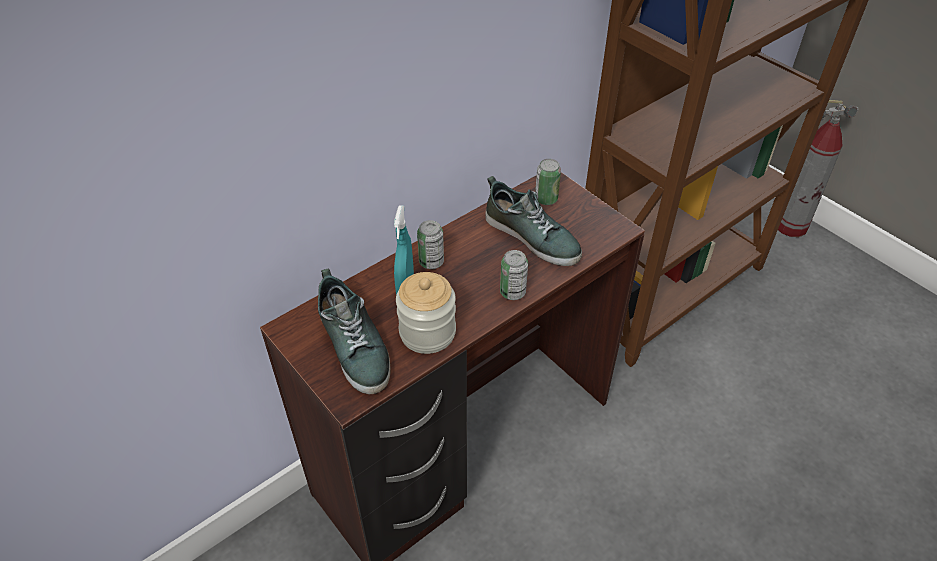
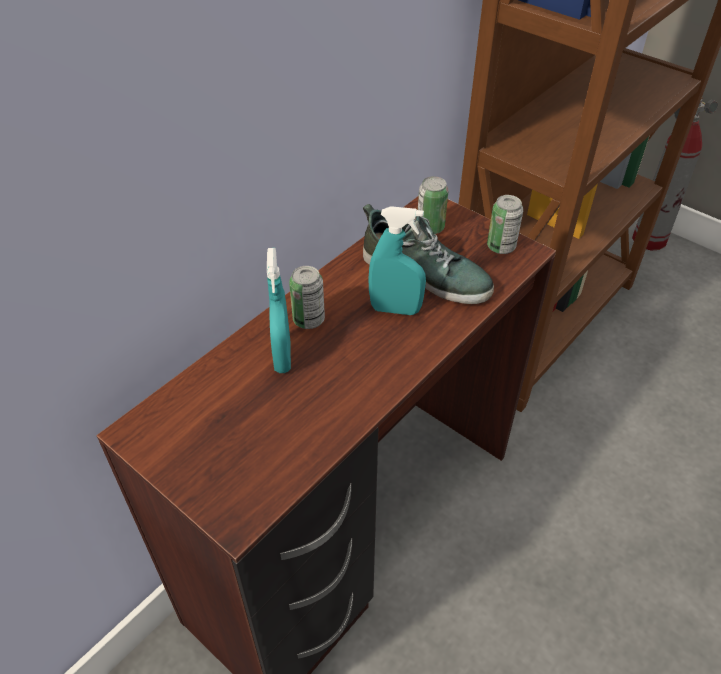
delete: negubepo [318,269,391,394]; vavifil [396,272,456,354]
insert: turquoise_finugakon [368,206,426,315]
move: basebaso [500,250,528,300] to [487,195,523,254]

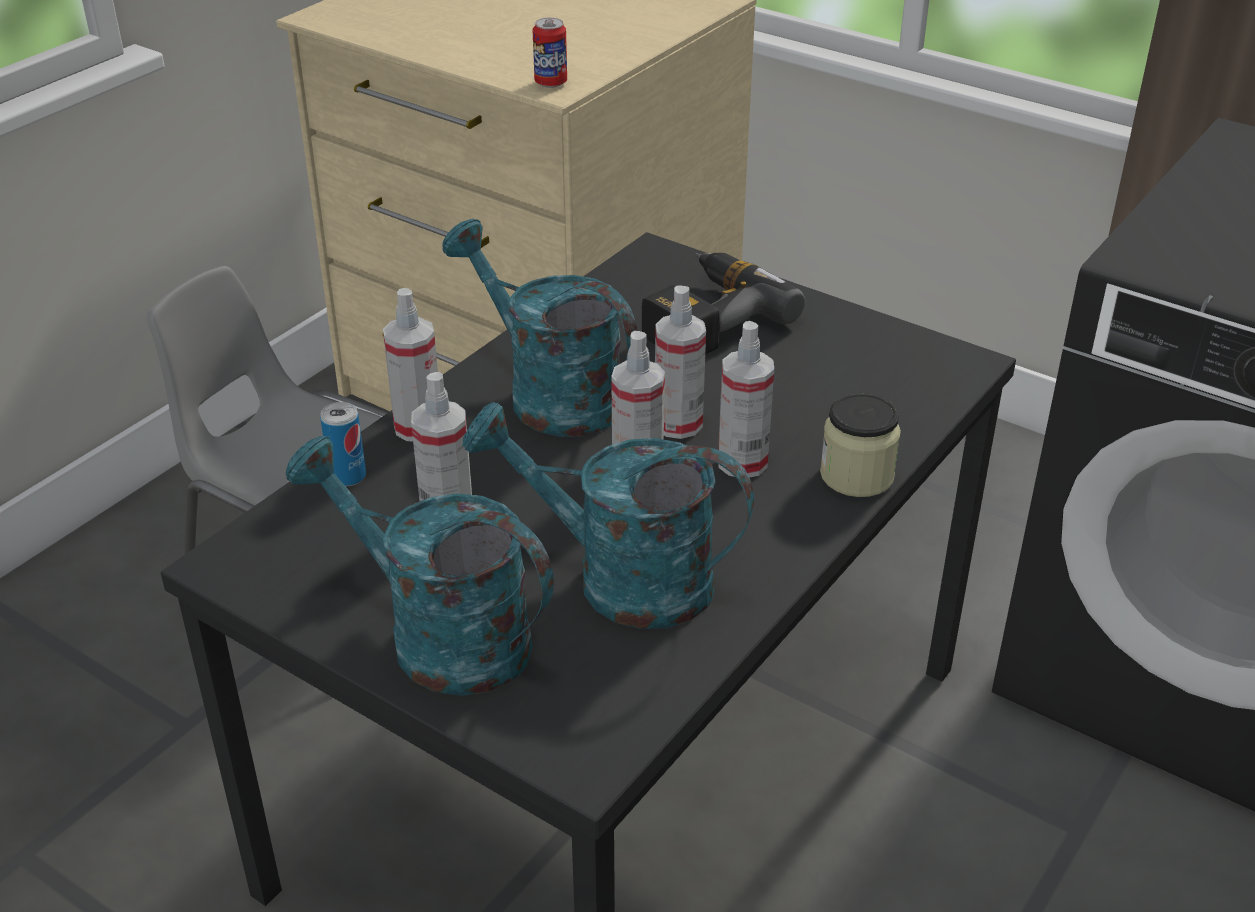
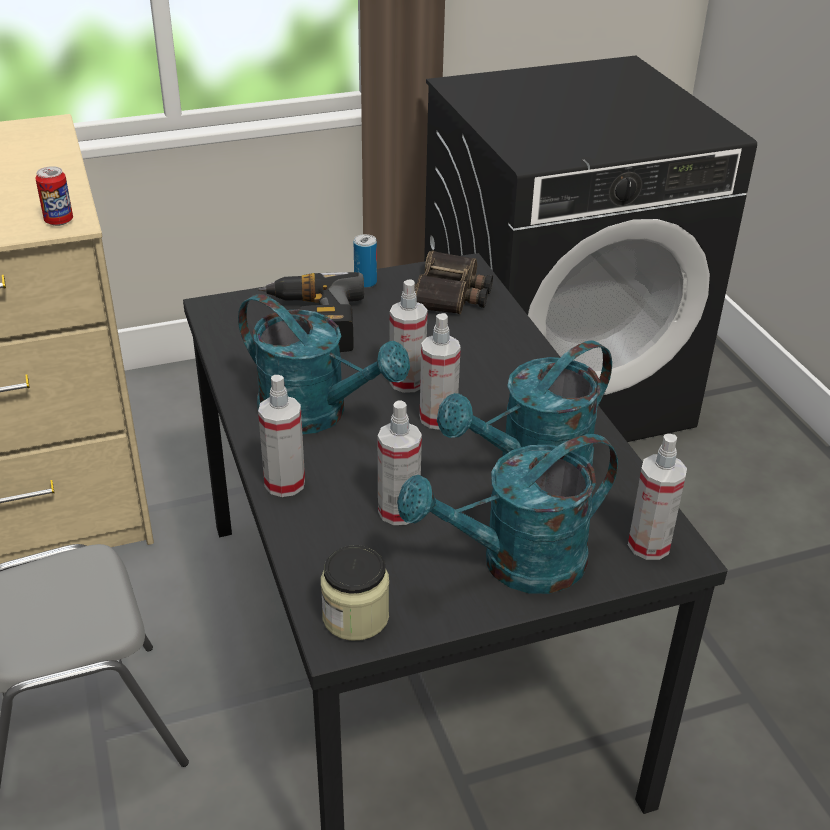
insert: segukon [415,250,493,314]
move: finugakon [718,321,774,478] to [628,434,687,560]; vavifil [820,394,901,497] to [321,545,389,641]; basebaso [320,402,366,486] to [354,234,377,288]
rotate: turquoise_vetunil [442,219,638,436] = [238,294,410,434] 135 degrees counterclockwise

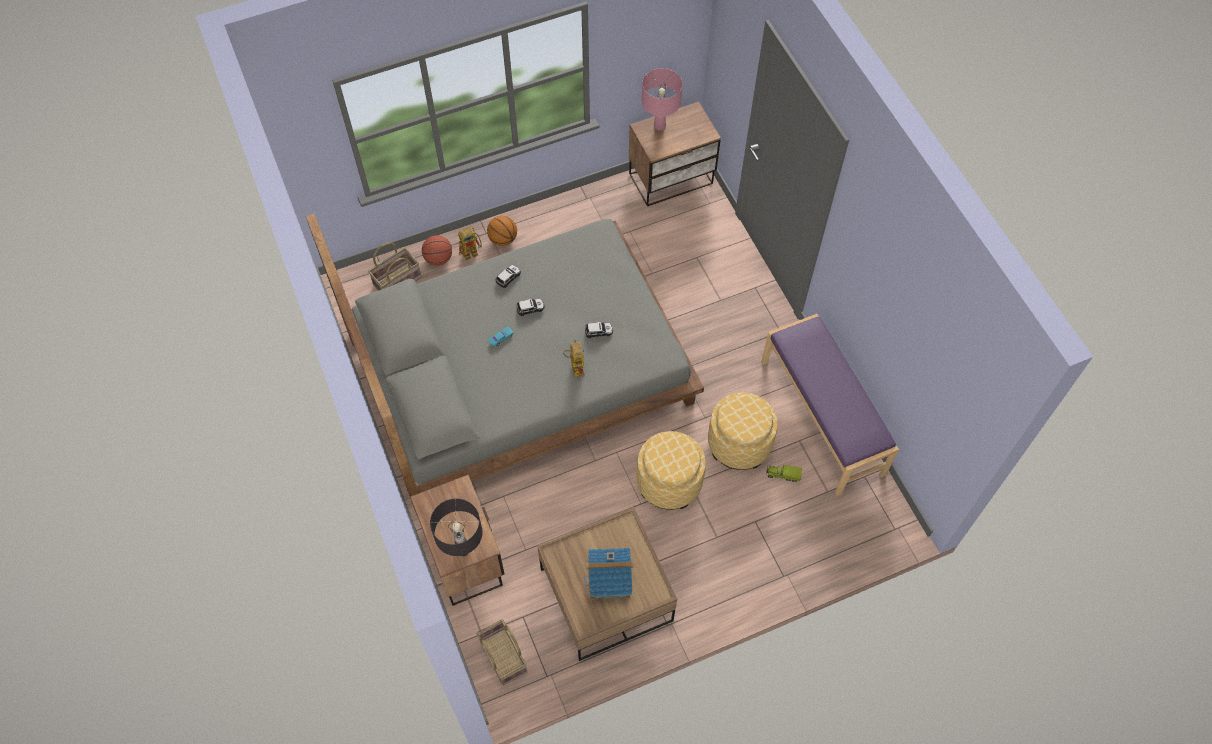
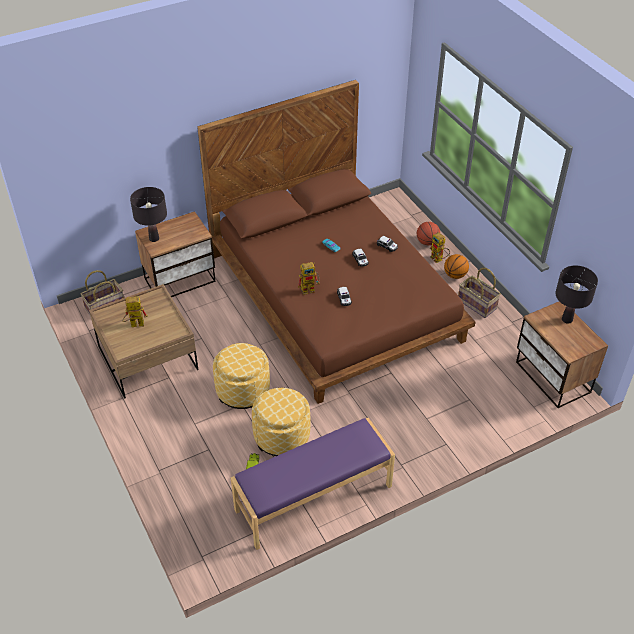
move: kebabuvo [368,242,421,291] to [458,268,501,318]
replace: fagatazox [584,548,633,600] to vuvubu [122,296,148,327]
recolor: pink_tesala [642,68,682,131] to black_tesala [555,265,598,324]; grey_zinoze [306,214,704,515] to brown_zinoze [197,80,475,404]

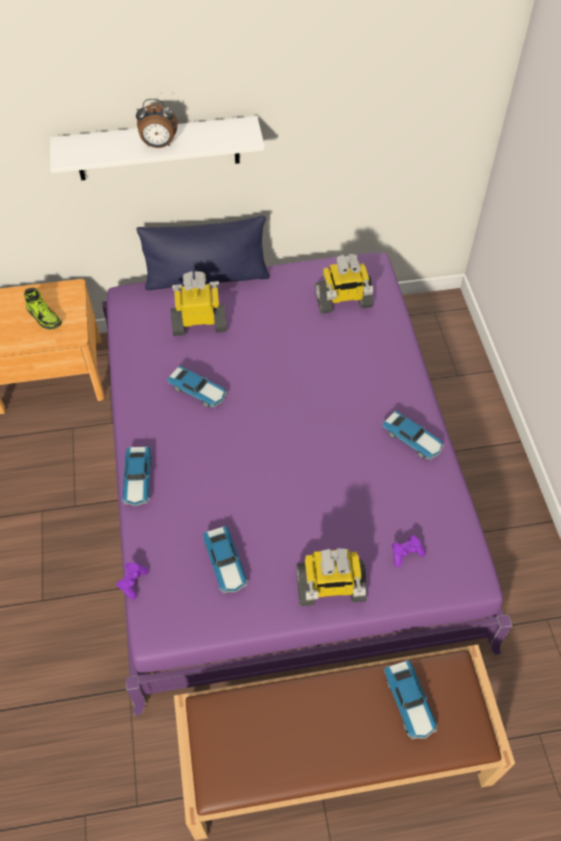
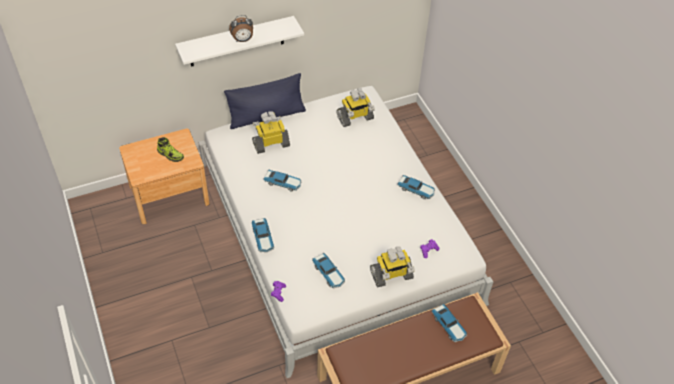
recolor: purple_zinoze [102,253,512,716] to white_zinoze [198,86,493,378]

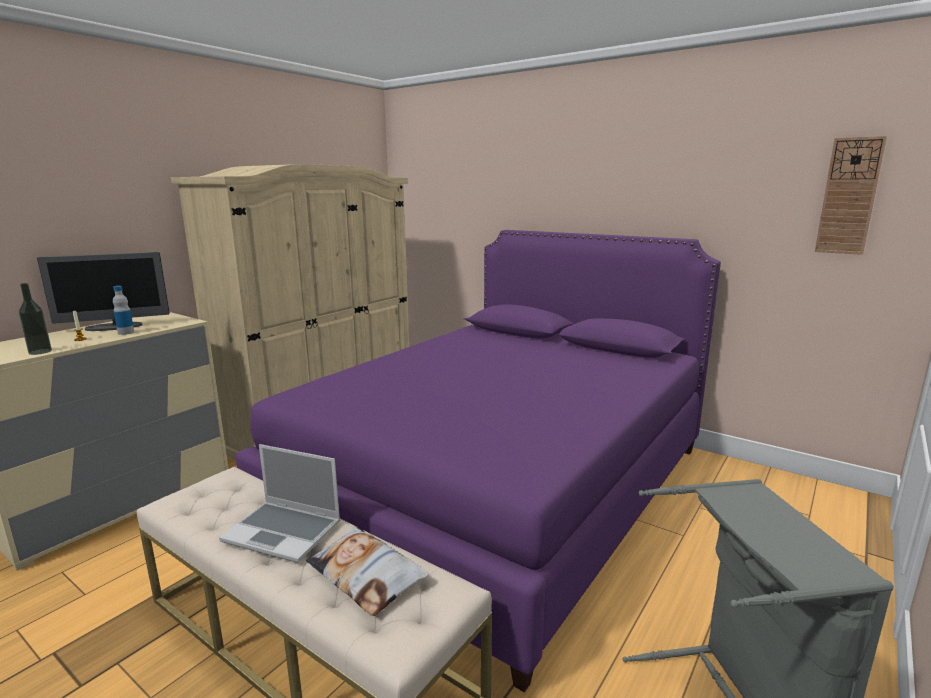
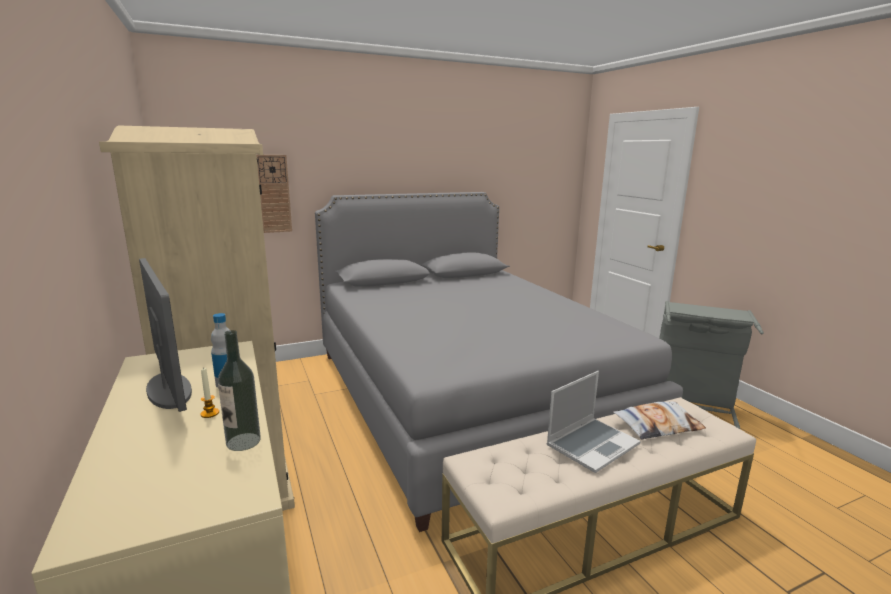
move: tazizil [815,136,887,255] to [256,155,292,233]
recolor: purple_zinoze [236,230,721,692] to grey_zinoze [315,192,683,532]
rotate: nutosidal [37,252,170,331] = [139,258,192,412] 45 degrees counterclockwise

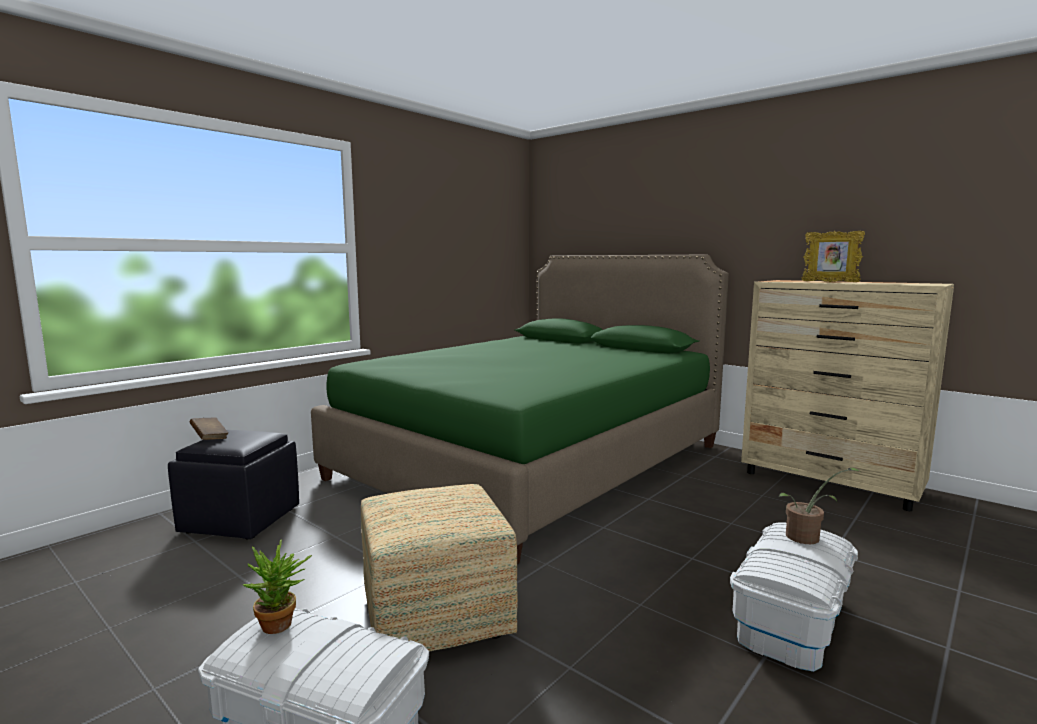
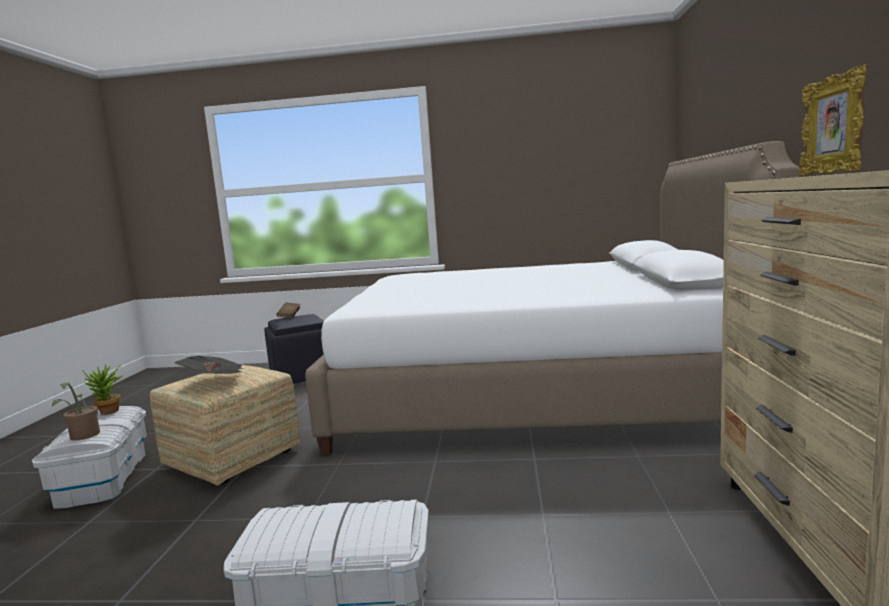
insert: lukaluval [175,356,244,374]
move: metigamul [779,467,861,544] to [52,383,100,440]
recolor: green_zinoze [311,255,729,564] to white_zinoze [305,141,800,456]

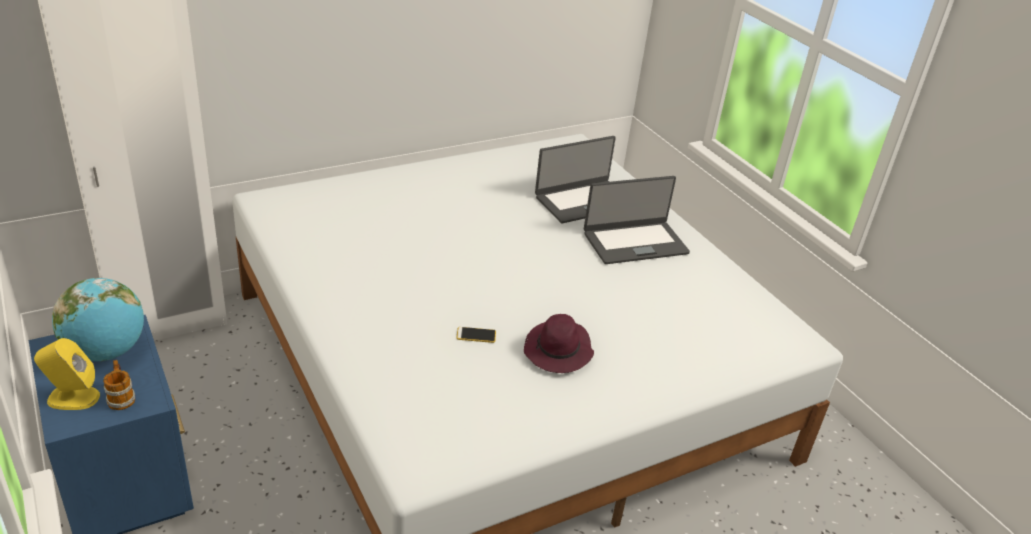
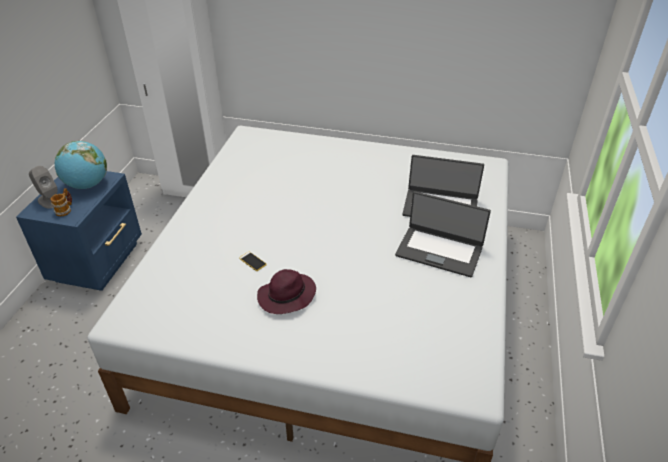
recolor: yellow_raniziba [34,338,100,410] to grey_raniziba [29,166,58,209]

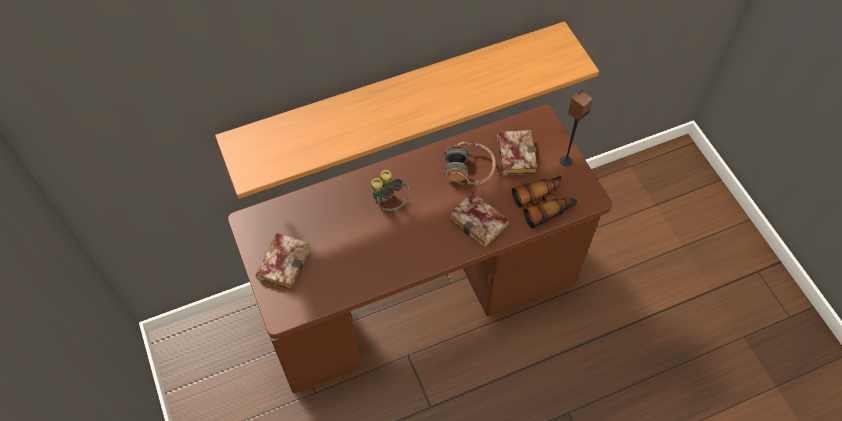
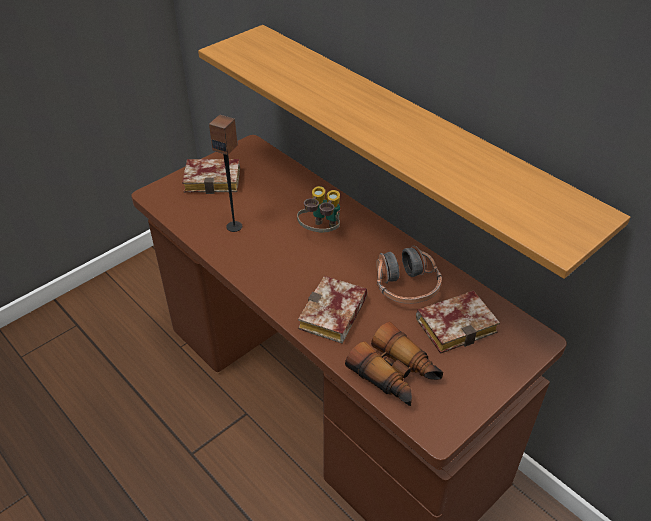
move: raniziba [560,90,593,167] to [209,115,242,232]

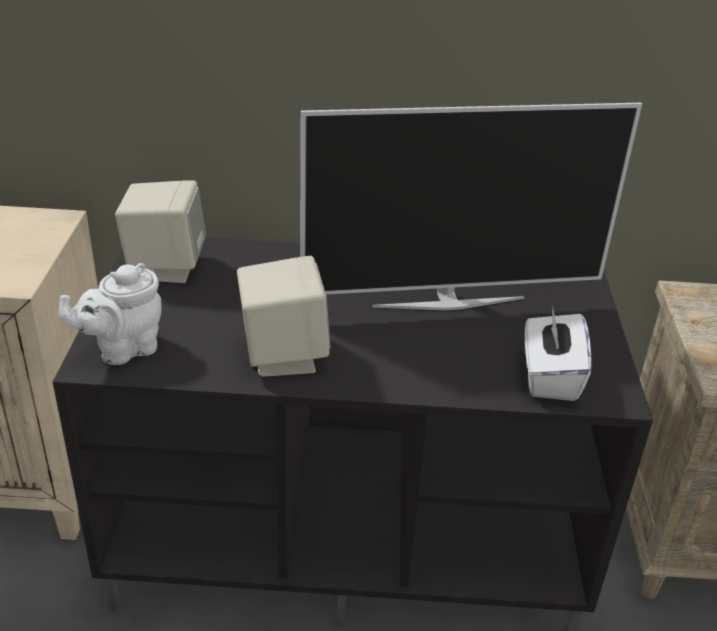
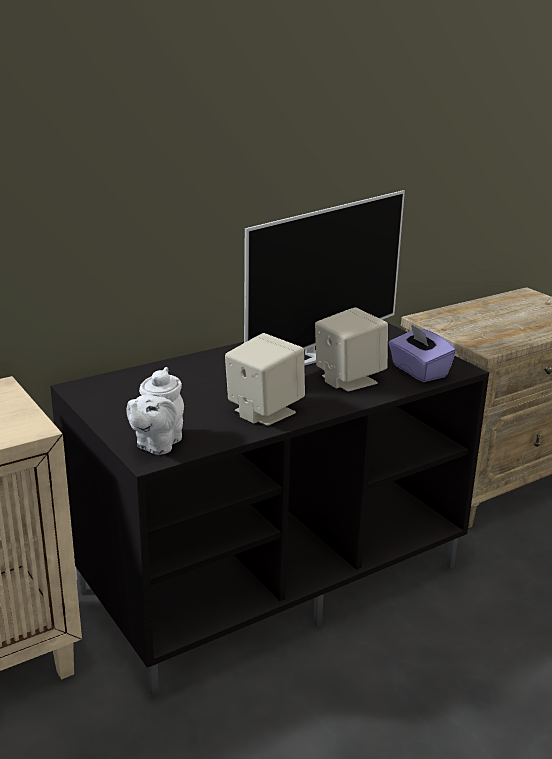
move: beige_raniziba [115,180,206,283] to [315,307,388,391]
recolor: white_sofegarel [525,307,592,401] to purple_sofegarel [388,324,456,382]

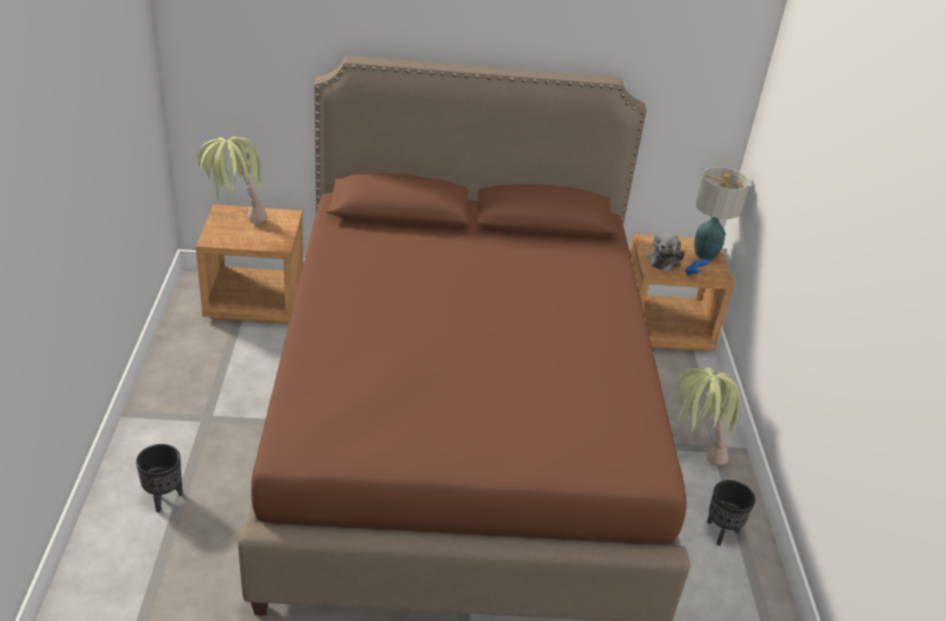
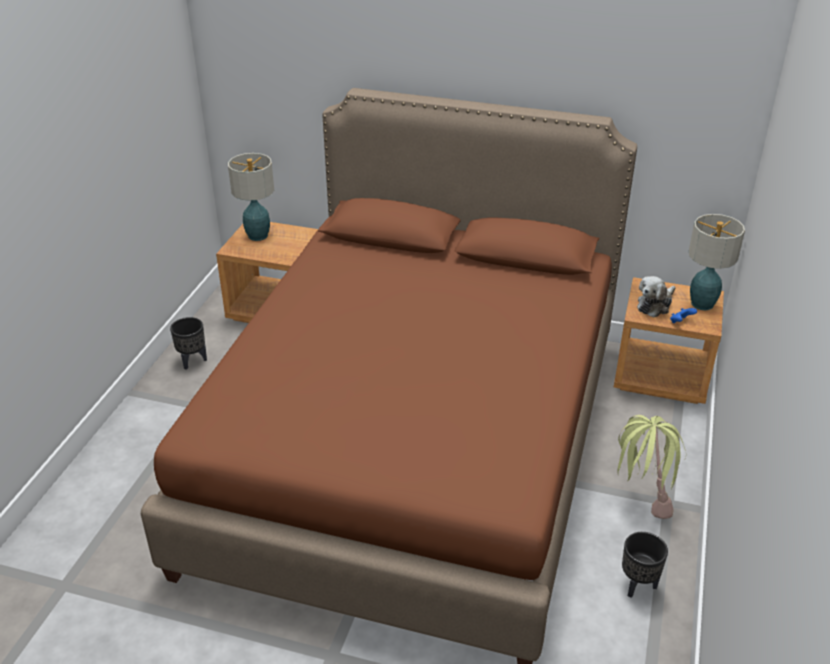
move: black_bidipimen [136,444,183,513] to [170,317,207,370]
replace: metigamul [197,136,268,224] to tesala [228,153,274,241]

